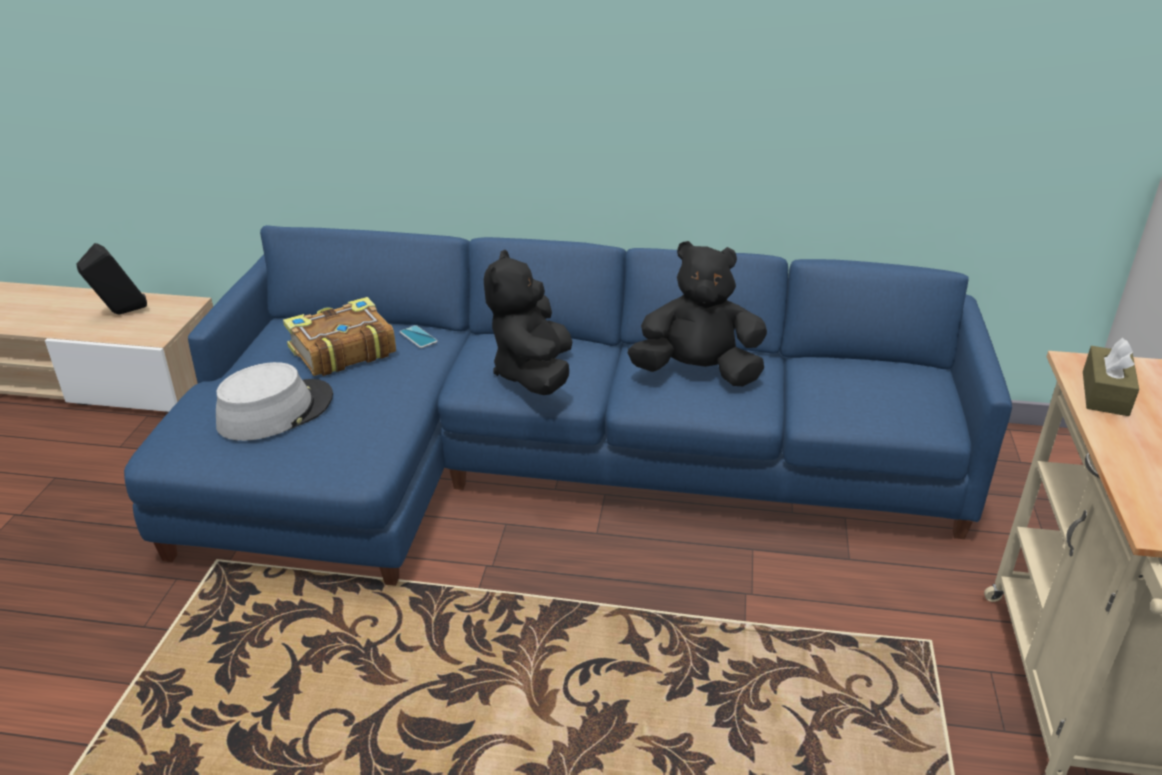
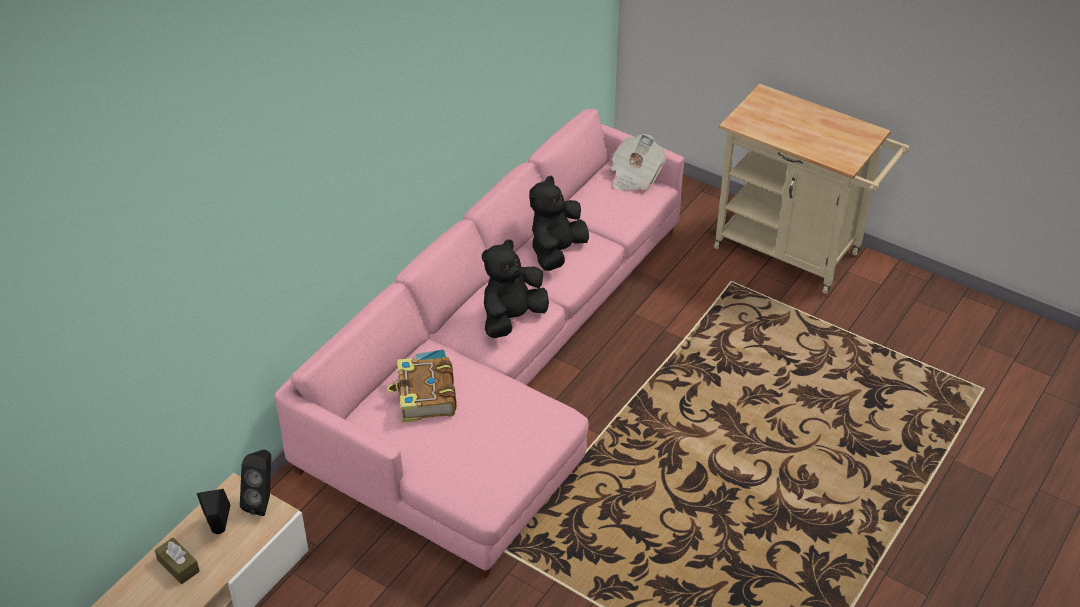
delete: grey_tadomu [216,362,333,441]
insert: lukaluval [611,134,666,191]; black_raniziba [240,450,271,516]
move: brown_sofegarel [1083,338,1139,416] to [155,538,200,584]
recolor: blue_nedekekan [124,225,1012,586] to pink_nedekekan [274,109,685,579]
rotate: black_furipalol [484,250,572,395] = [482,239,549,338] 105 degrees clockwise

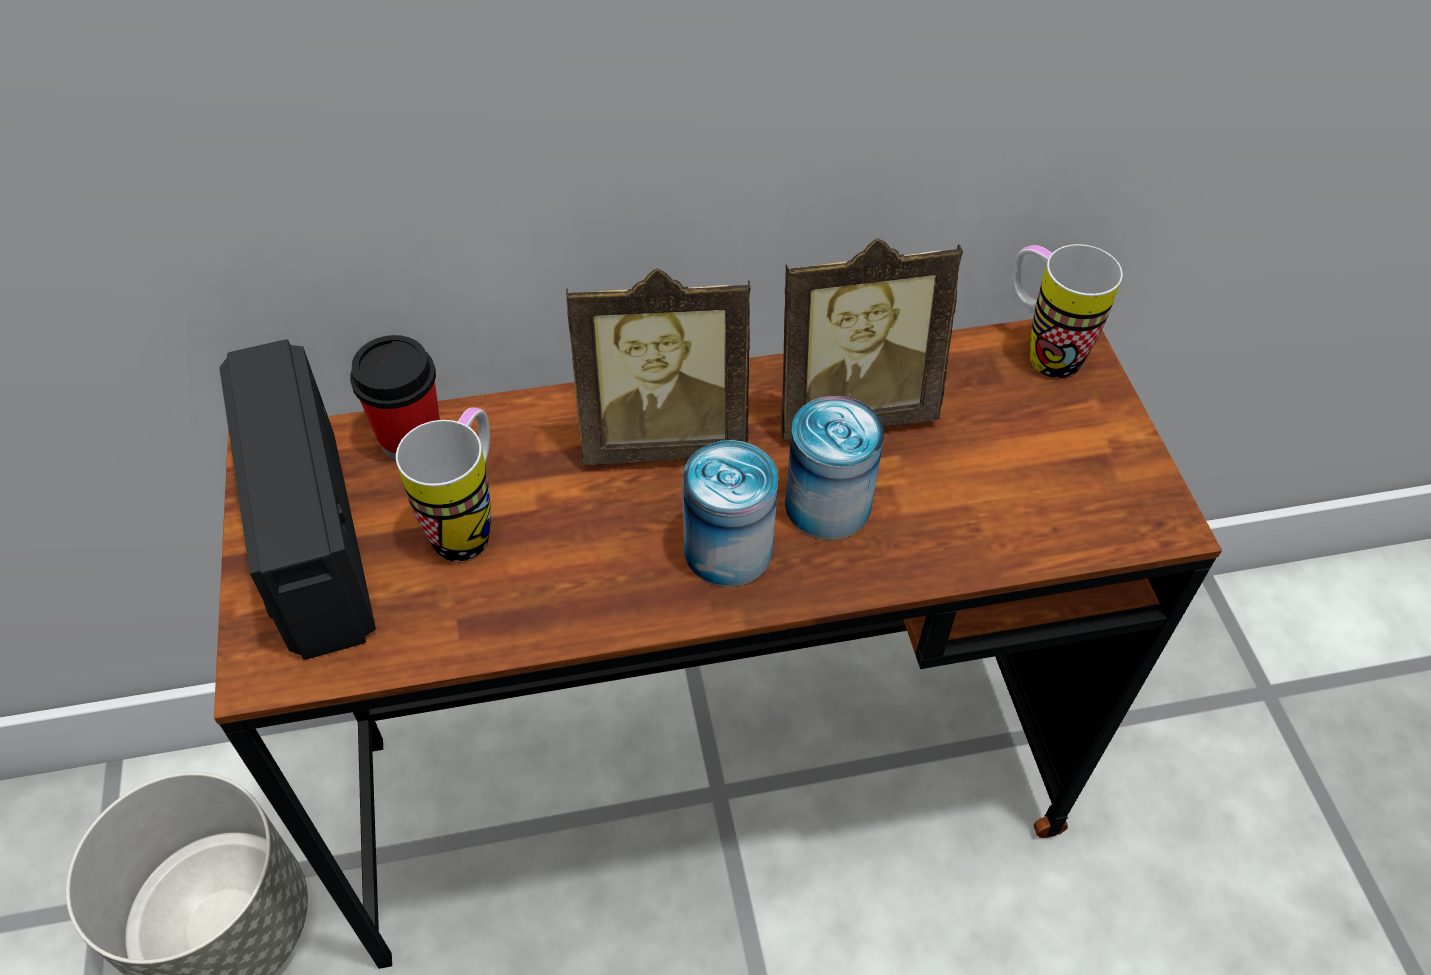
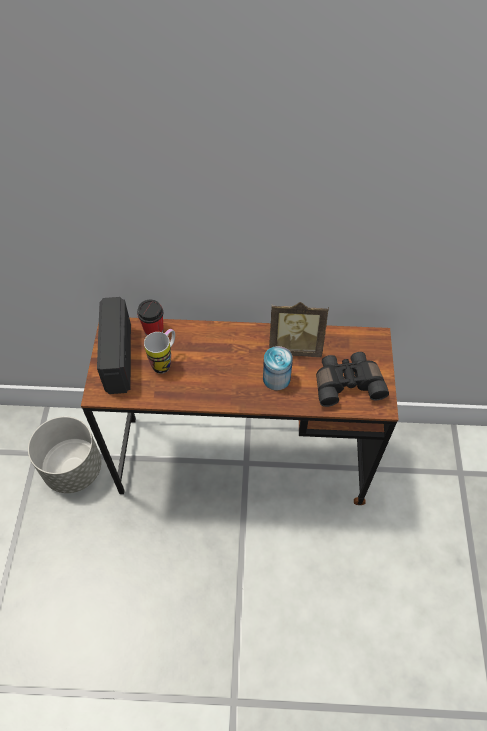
delete: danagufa [1012,244,1123,378]; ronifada [566,268,751,465]; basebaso [683,440,779,587]
insert: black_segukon [316,352,389,407]

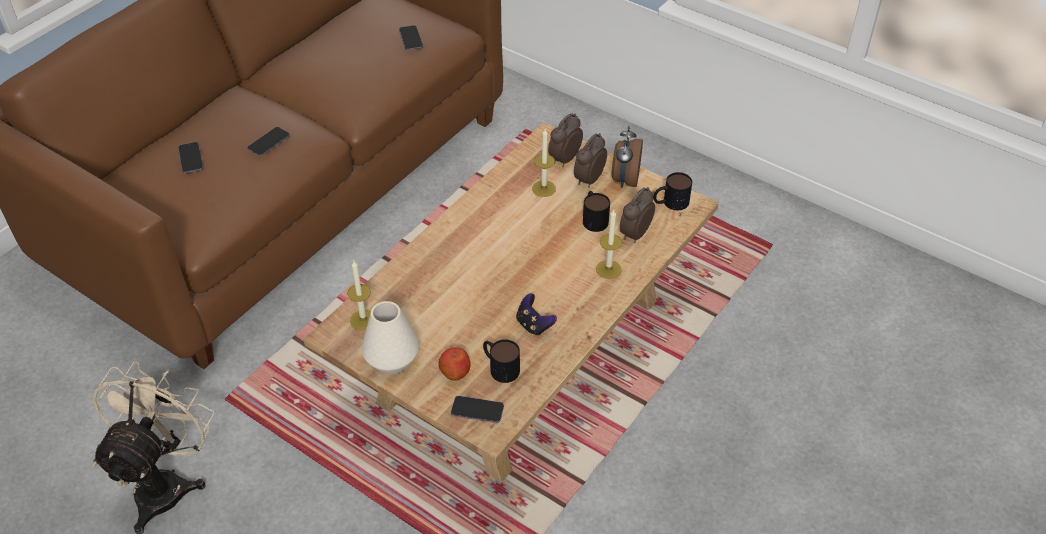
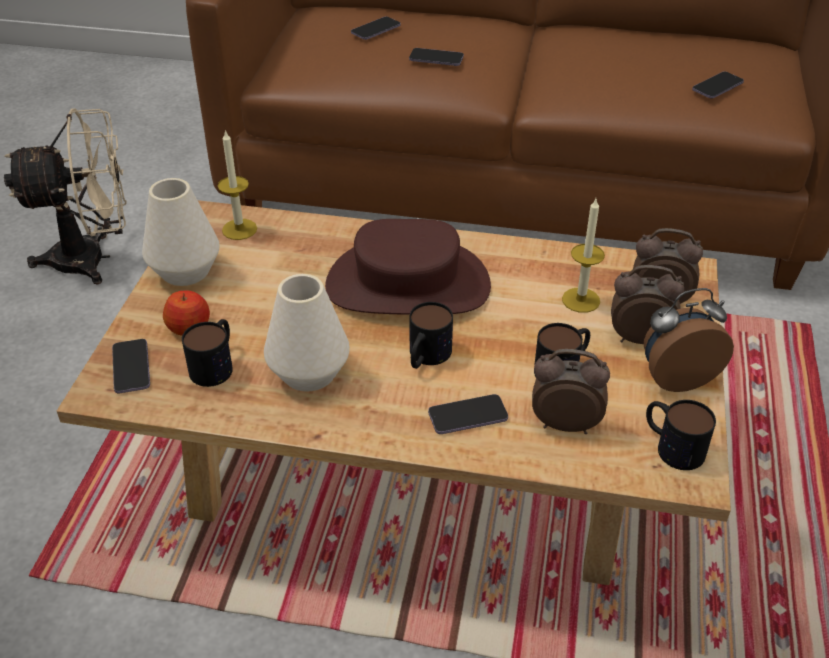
insert: brown_tadomu [325,219,491,315]; danagufa [410,302,453,369]
replace: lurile [596,210,622,279] to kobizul [428,394,508,434]; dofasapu [516,294,557,336] to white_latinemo [264,274,350,391]

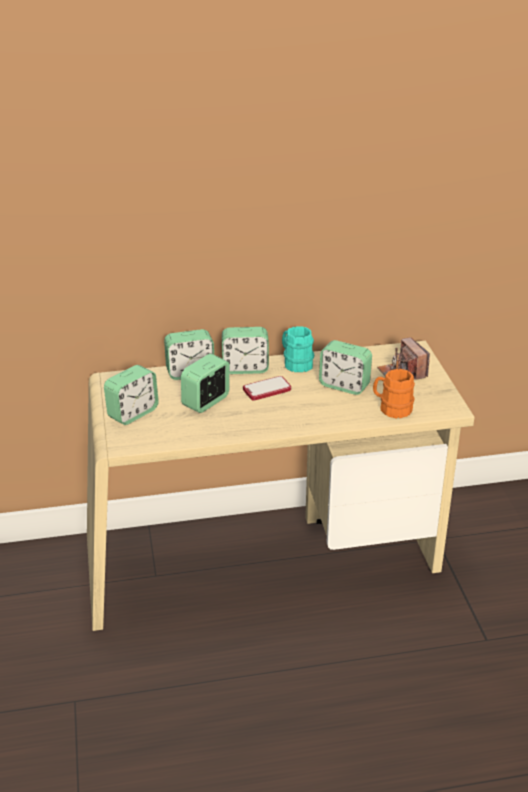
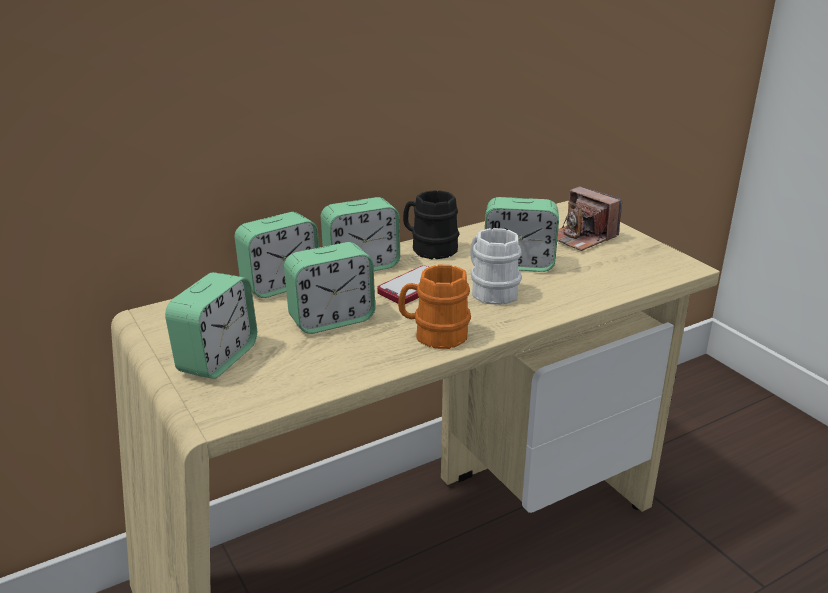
insert: white_danagufa [470,228,522,305]
move: orange_danagufa [373,369,415,419] to [398,264,471,349]
recolor: turquoise_danagufa [282,326,314,372] to black_danagufa [403,190,459,259]
rotate: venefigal [181,354,230,413] = [284,242,375,334] 135 degrees counterclockwise

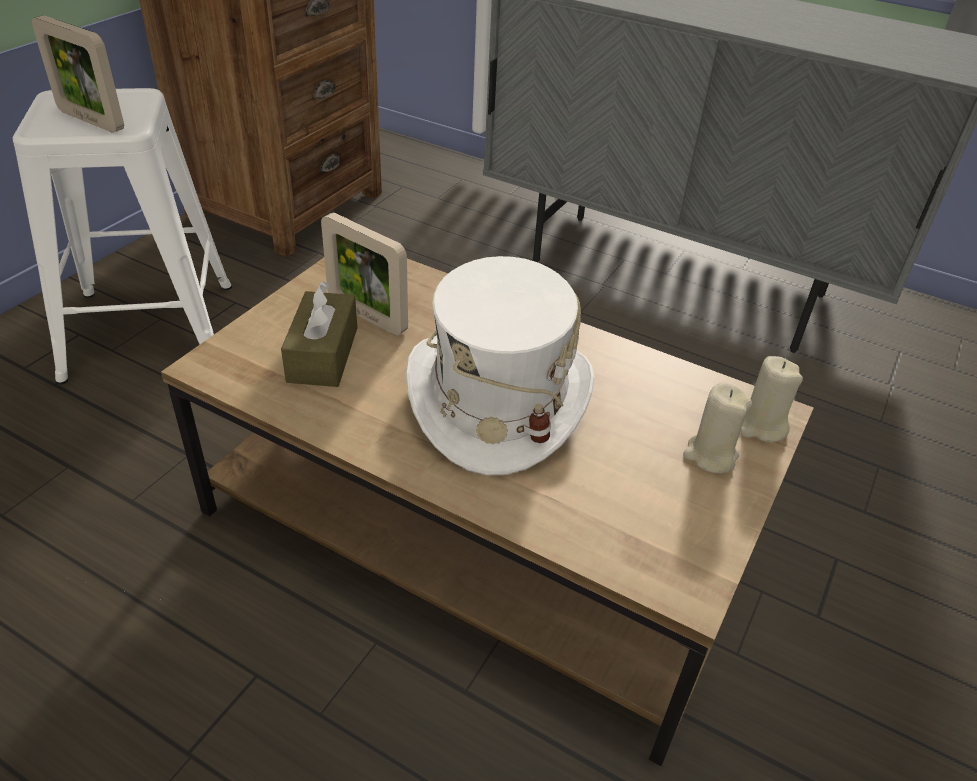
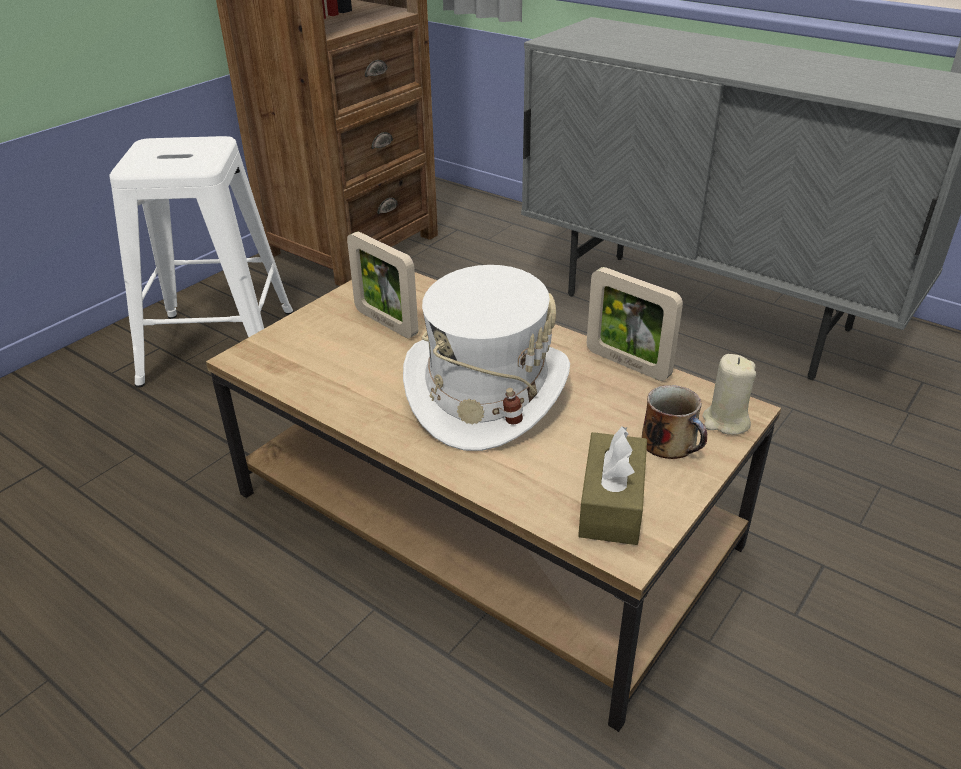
move: ronifada [32,15,124,133] to [587,267,683,381]; brown_sofegarel [281,281,357,387] to [578,426,647,545]
replace: beige_lurile [683,382,752,474] to danagufa [642,385,707,459]

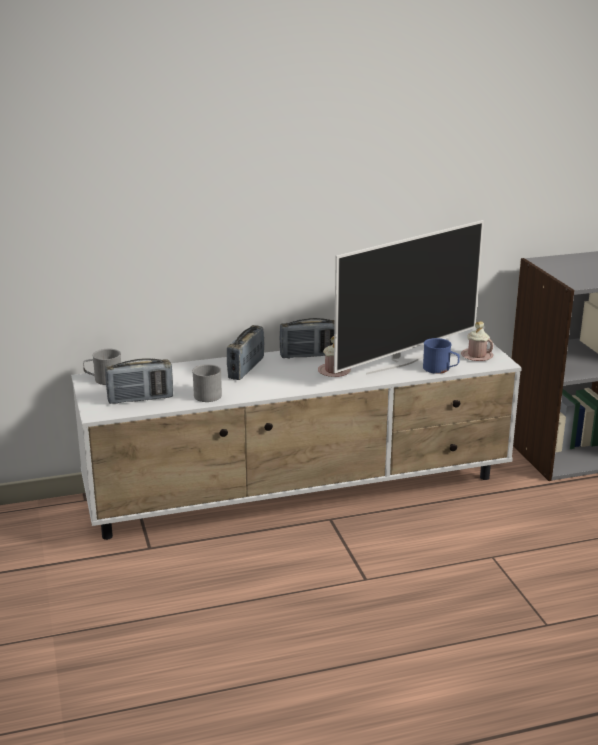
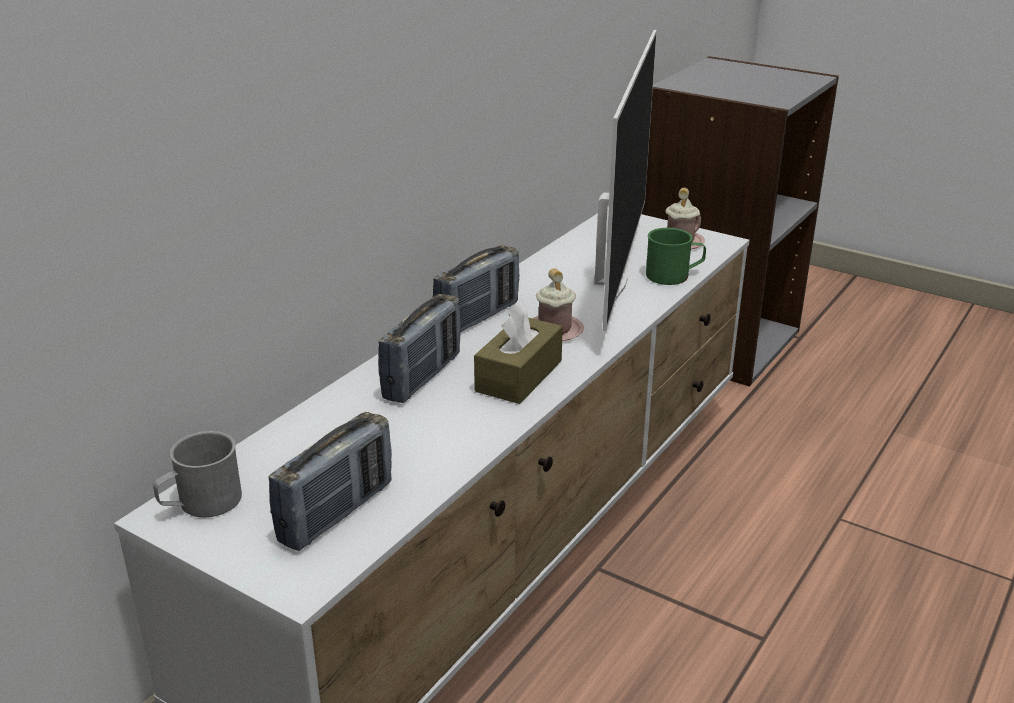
delete: grey_danagufa [192,364,222,402]
insert: brown_sofegarel [474,302,563,404]
recolor: blue_danagufa [423,338,460,374] to green_danagufa [646,228,706,285]
rotate: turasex [227,325,264,380] = [378,294,461,403] 135 degrees counterclockwise

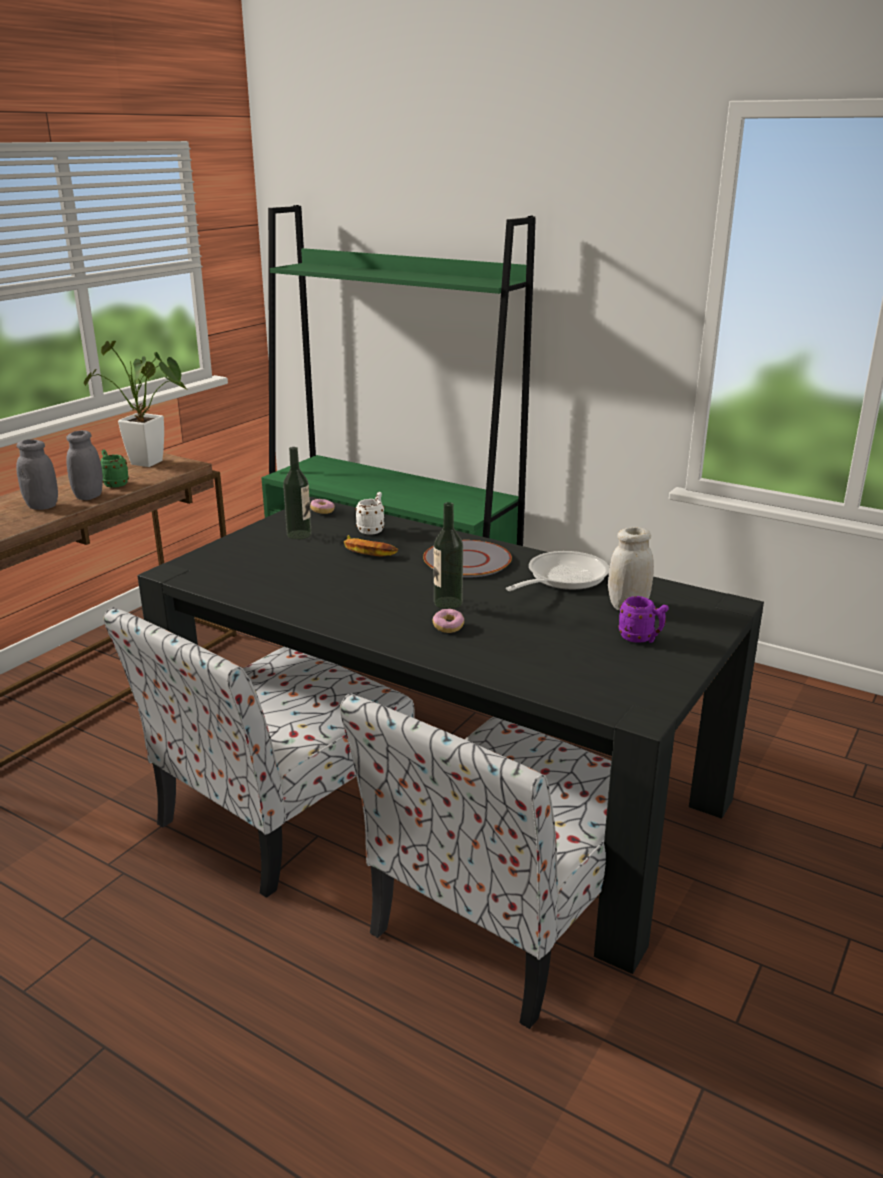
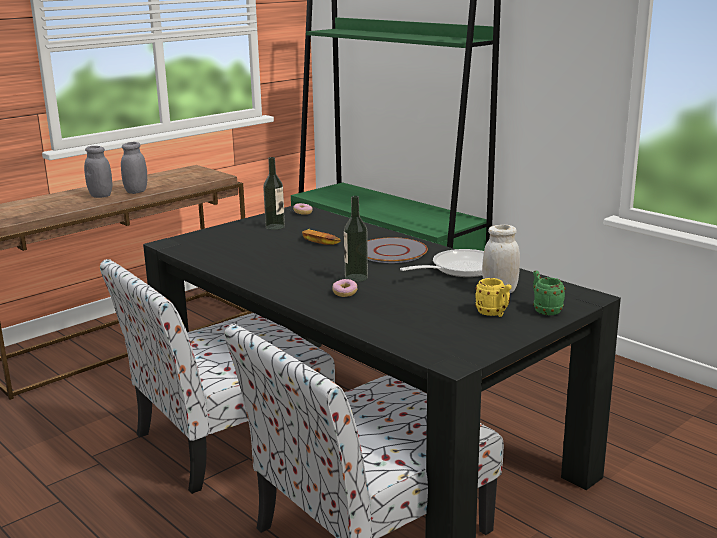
delete: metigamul [84,341,187,467]; white_danagufa [355,492,384,535]
move: green_danagufa [100,450,129,488] to [533,271,566,315]
recolor: purple_danagufa [618,596,669,643] to yellow_danagufa [475,278,511,317]

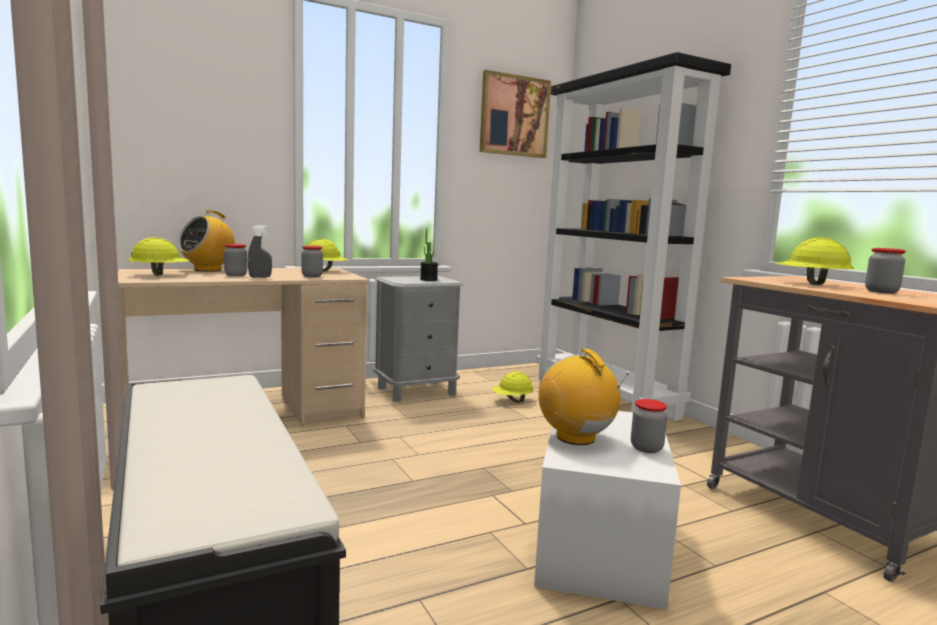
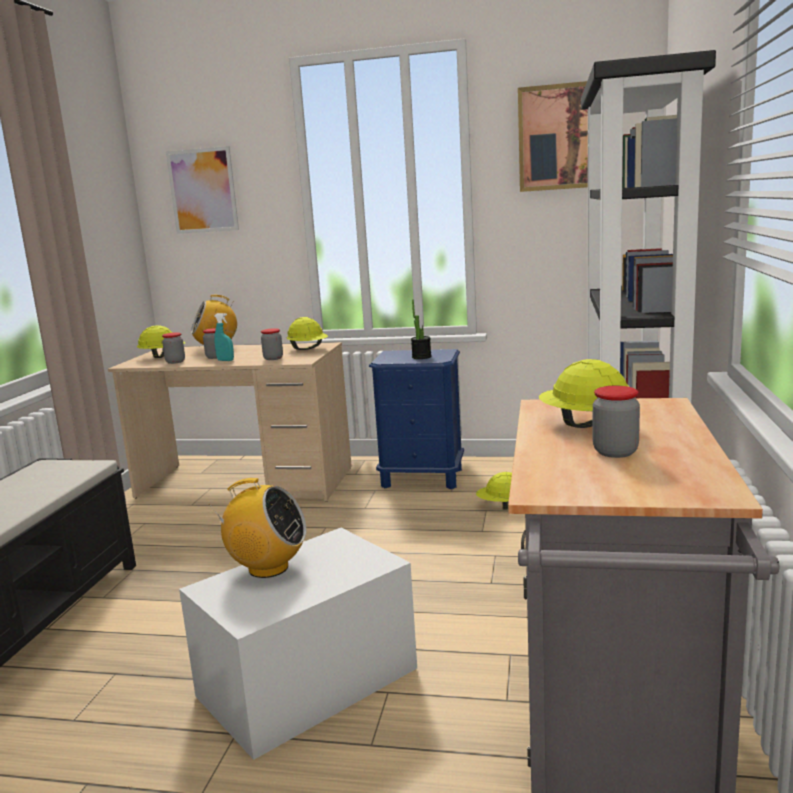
insert: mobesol [166,146,239,234]
move: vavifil [631,399,667,453] to [162,332,185,364]
recolor: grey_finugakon [248,225,272,278] to turquoise_finugakon [214,313,234,361]; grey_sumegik [373,276,463,402] to blue_sumegik [369,349,464,489]
rotate: turasex [538,349,629,445] = [208,478,306,578] 90 degrees clockwise

